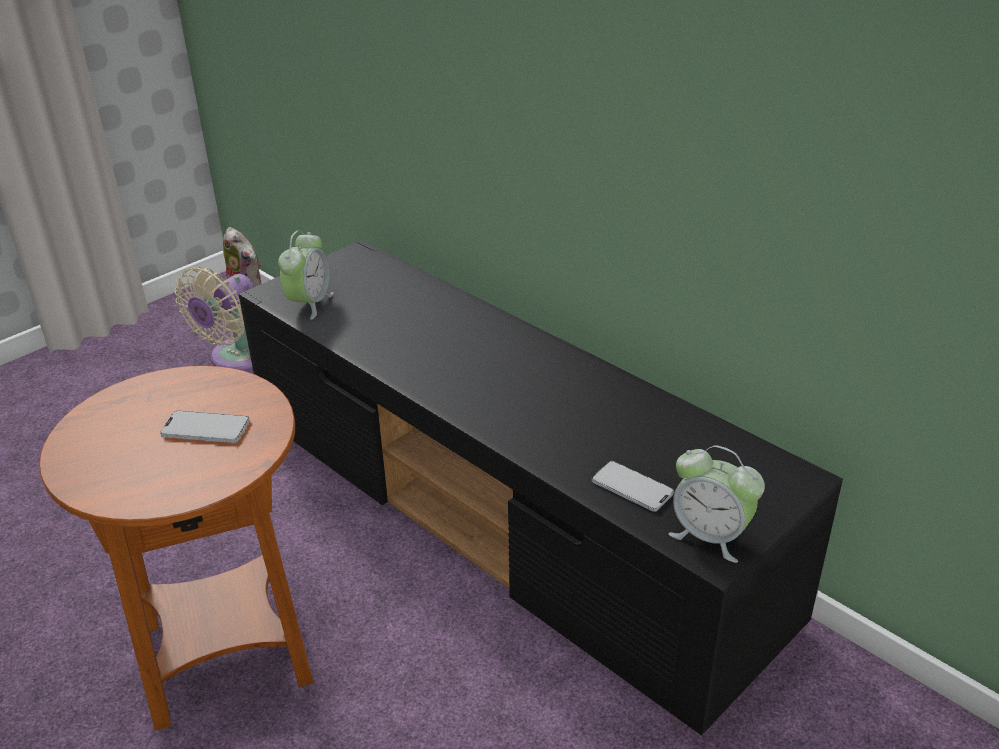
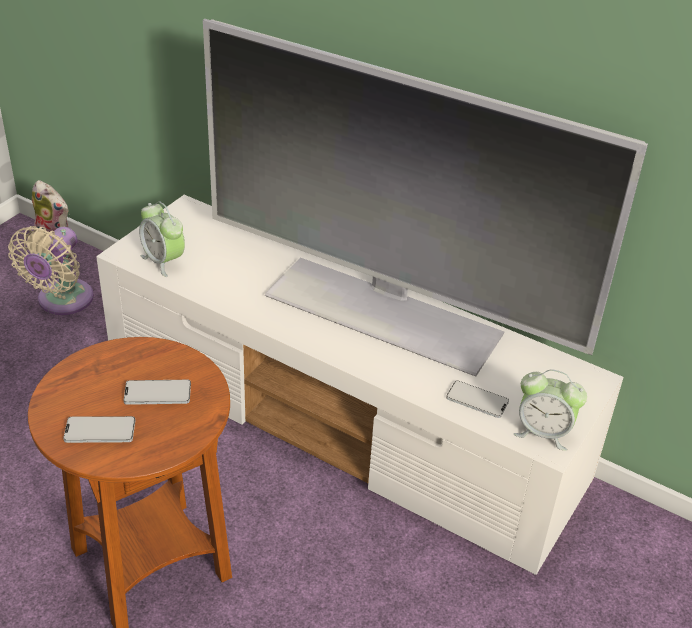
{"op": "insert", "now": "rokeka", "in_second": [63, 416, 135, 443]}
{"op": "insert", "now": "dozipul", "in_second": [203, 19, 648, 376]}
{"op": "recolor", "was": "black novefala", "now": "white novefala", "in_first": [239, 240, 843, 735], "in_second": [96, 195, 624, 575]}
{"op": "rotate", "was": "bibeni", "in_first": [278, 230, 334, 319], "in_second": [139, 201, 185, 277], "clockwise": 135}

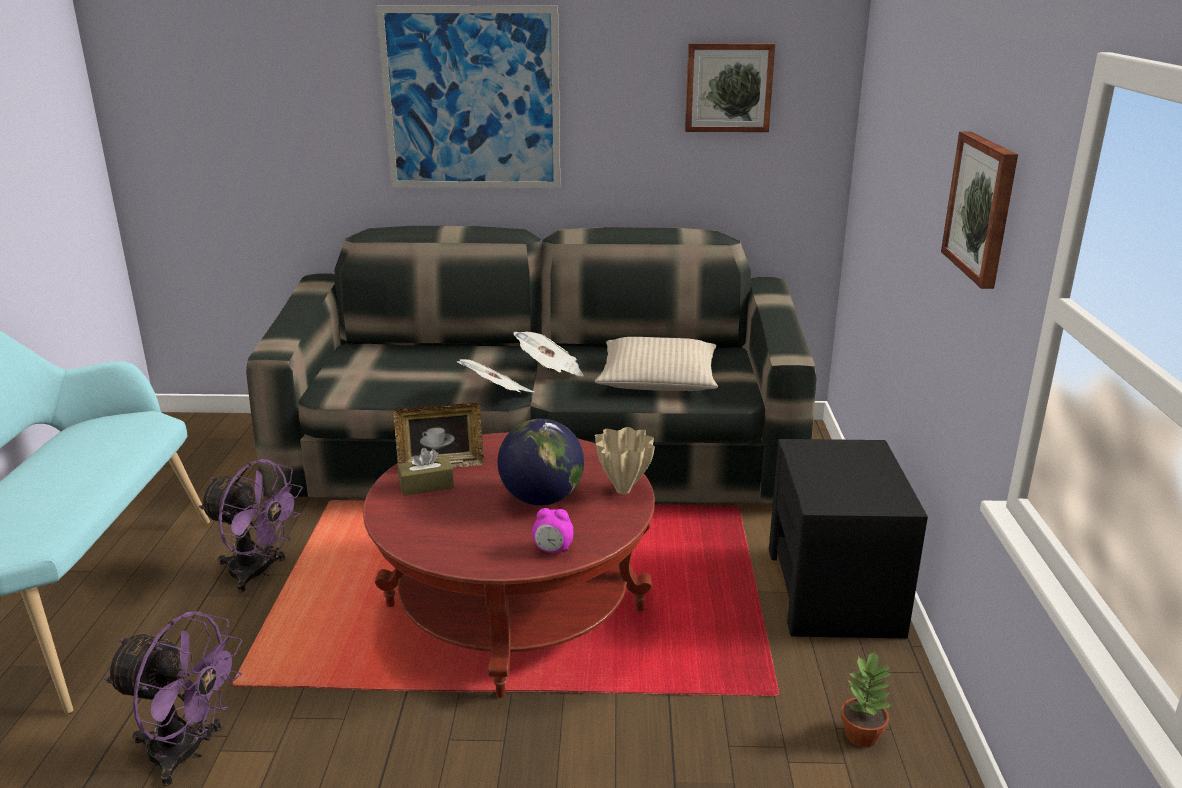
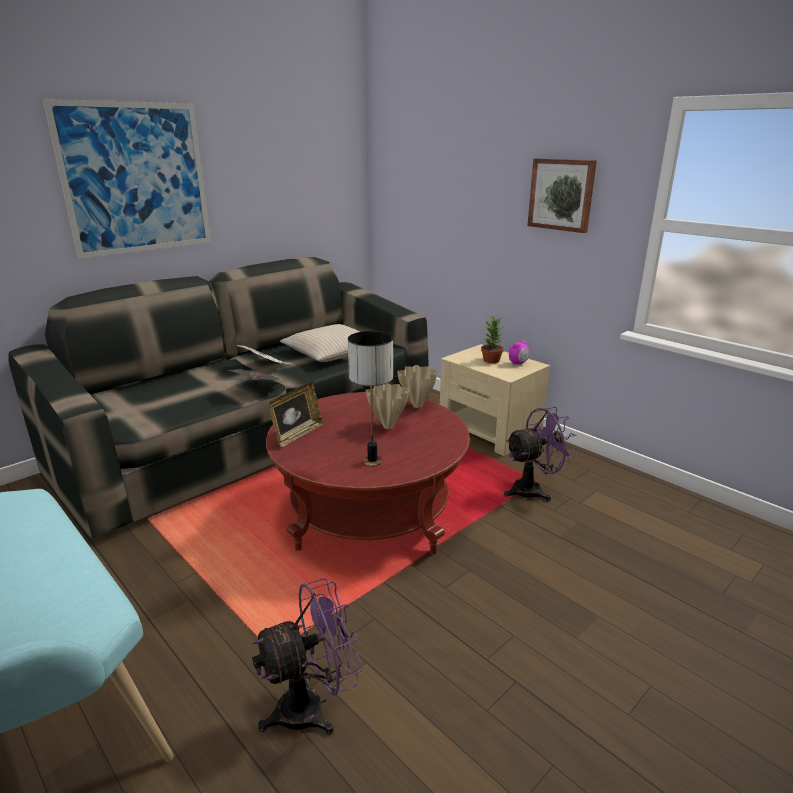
{"op": "delete", "was": "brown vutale", "in_first": [398, 448, 454, 496]}
{"op": "delete", "was": "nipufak", "in_first": [685, 43, 775, 132]}
{"op": "insert", "now": "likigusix", "in_second": [348, 331, 393, 467]}
{"op": "move", "was": "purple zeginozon", "in_first": [199, 459, 303, 592], "in_second": [504, 407, 577, 502]}
{"op": "move", "was": "bibeni", "in_first": [532, 508, 573, 553], "in_second": [509, 341, 529, 365]}
{"op": "move", "was": "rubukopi", "in_first": [841, 651, 893, 747], "in_second": [481, 316, 504, 363]}
{"op": "replace", "was": "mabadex", "now": "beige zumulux", "in_first": [498, 419, 584, 505], "in_second": [366, 383, 409, 429]}
{"op": "recolor", "was": "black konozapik", "now": "beige konozapik", "in_first": [769, 439, 928, 638], "in_second": [440, 344, 550, 456]}

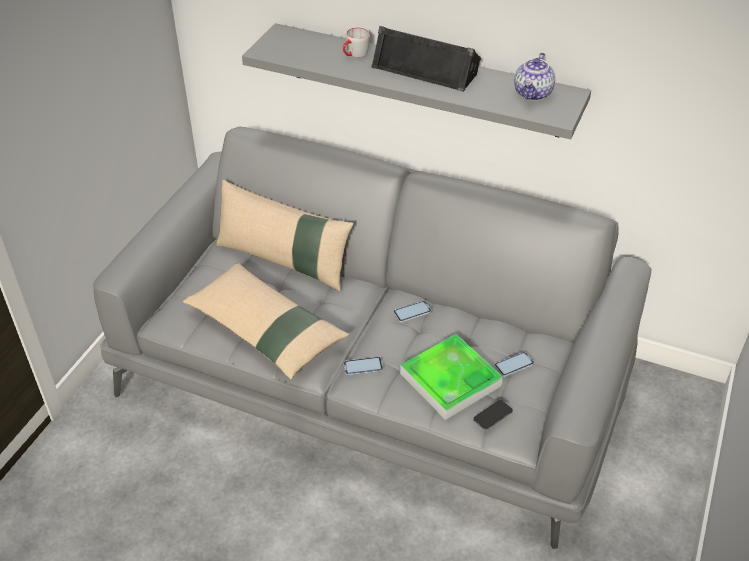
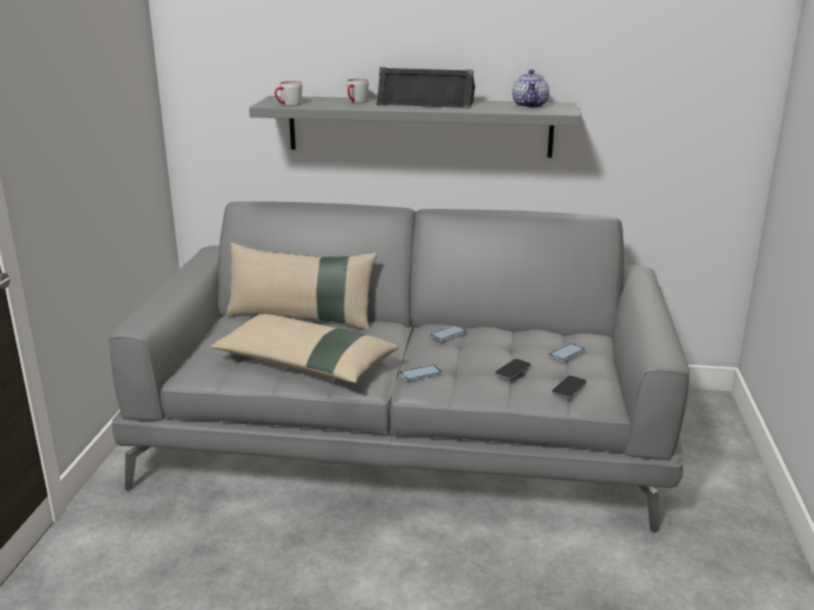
{"op": "insert", "now": "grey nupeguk", "in_second": [274, 81, 302, 105]}
{"op": "replace", "was": "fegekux", "now": "rokeka", "in_first": [400, 334, 503, 420], "in_second": [495, 359, 531, 379]}

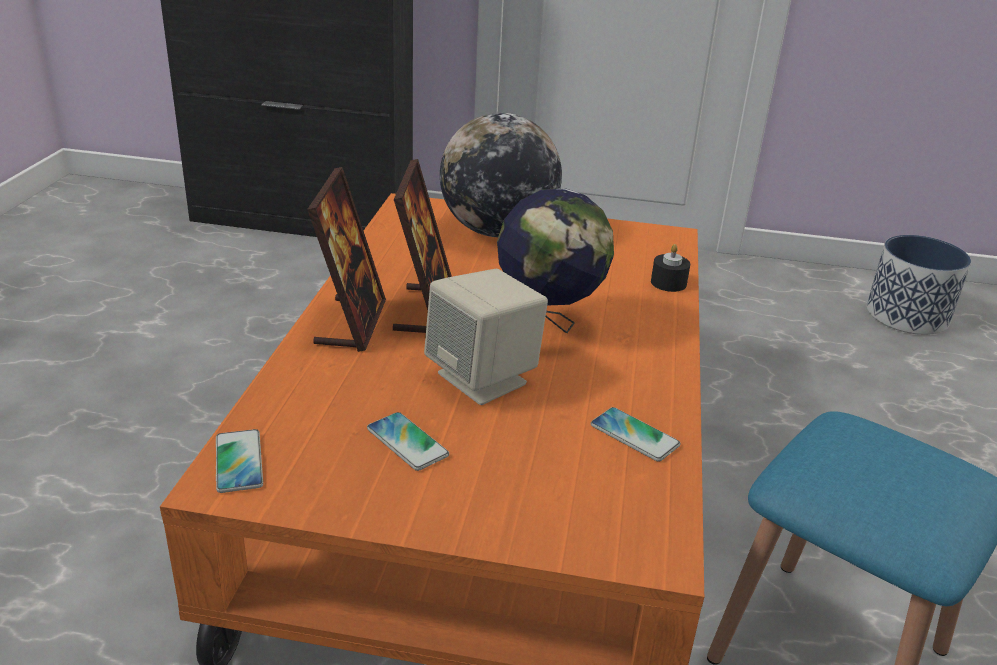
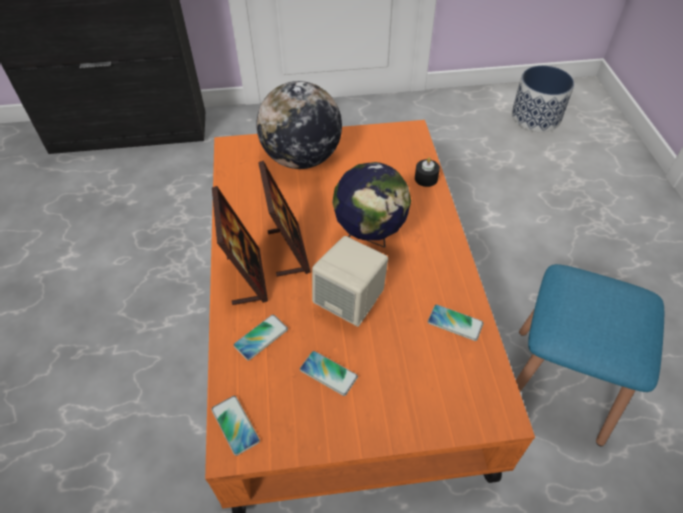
{"op": "insert", "now": "rokeka", "in_second": [233, 315, 288, 361]}

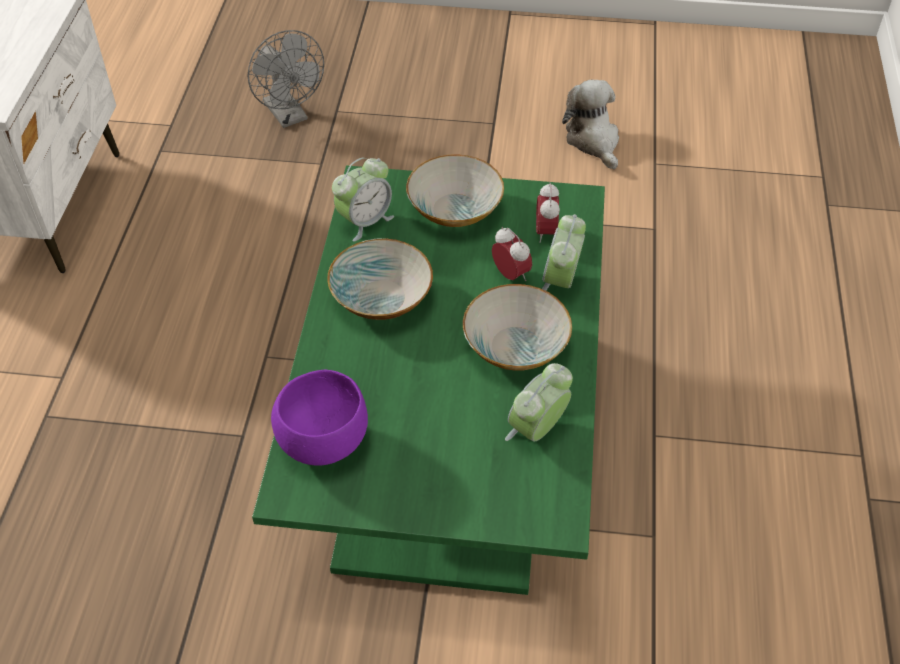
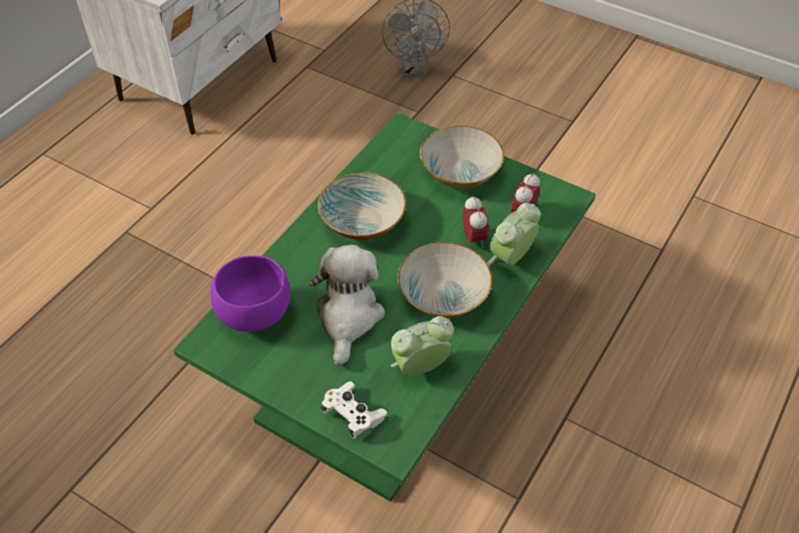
{"op": "delete", "was": "bibeni", "in_first": [332, 157, 394, 242]}
{"op": "insert", "now": "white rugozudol", "in_second": [321, 381, 388, 439]}
{"op": "move", "was": "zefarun", "in_first": [562, 80, 619, 169], "in_second": [309, 244, 385, 366]}

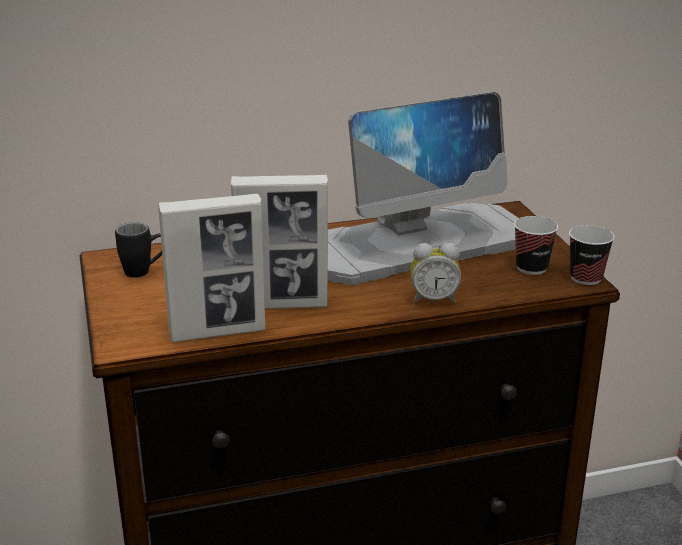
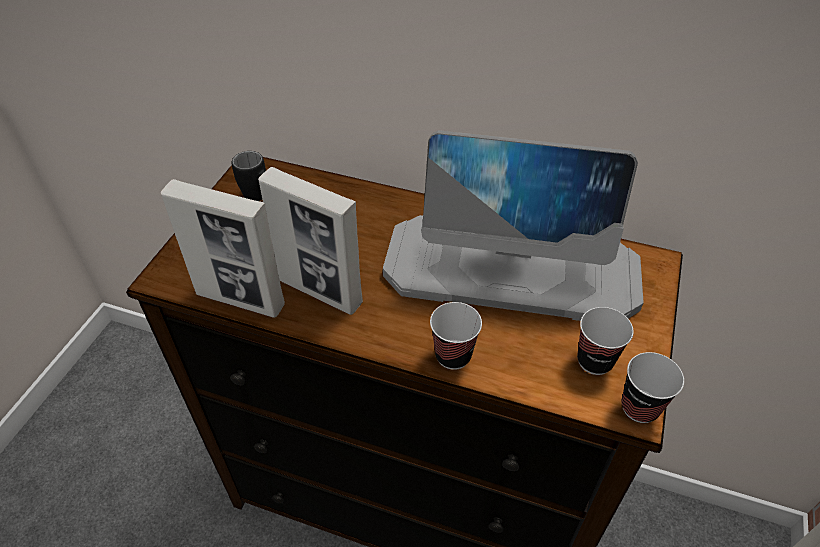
{"op": "replace", "was": "bibeni", "now": "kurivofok", "in_first": [410, 243, 461, 304], "in_second": [430, 302, 482, 370]}

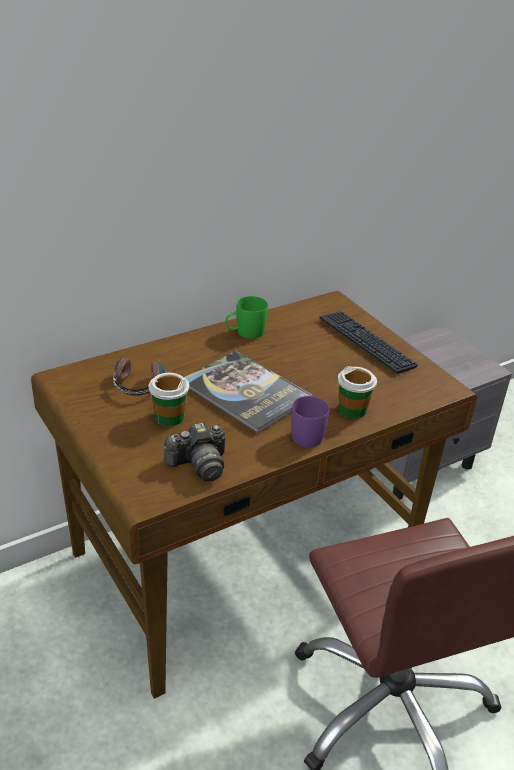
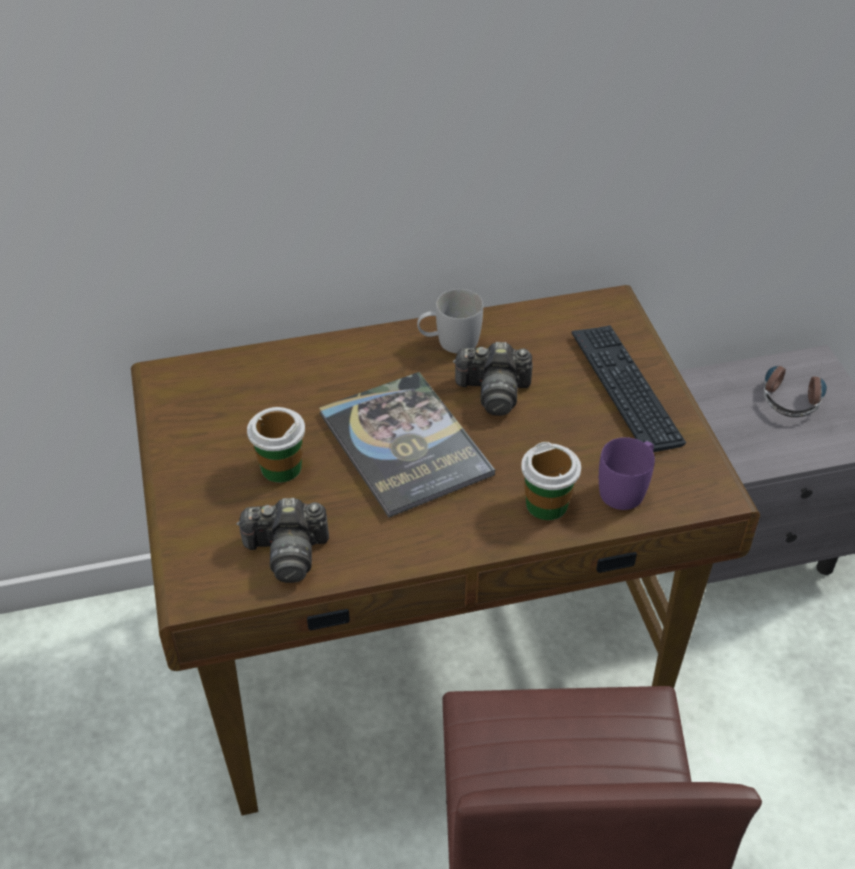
{"op": "insert", "now": "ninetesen", "in_second": [453, 342, 532, 416]}
{"op": "move", "was": "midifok", "in_first": [113, 358, 165, 396], "in_second": [763, 364, 827, 417]}
{"op": "move", "was": "purple nupeguk", "in_first": [291, 396, 329, 447], "in_second": [599, 437, 655, 510]}
{"op": "recolor", "was": "green nupeguk", "now": "white nupeguk", "in_first": [225, 296, 268, 339], "in_second": [417, 289, 483, 353]}

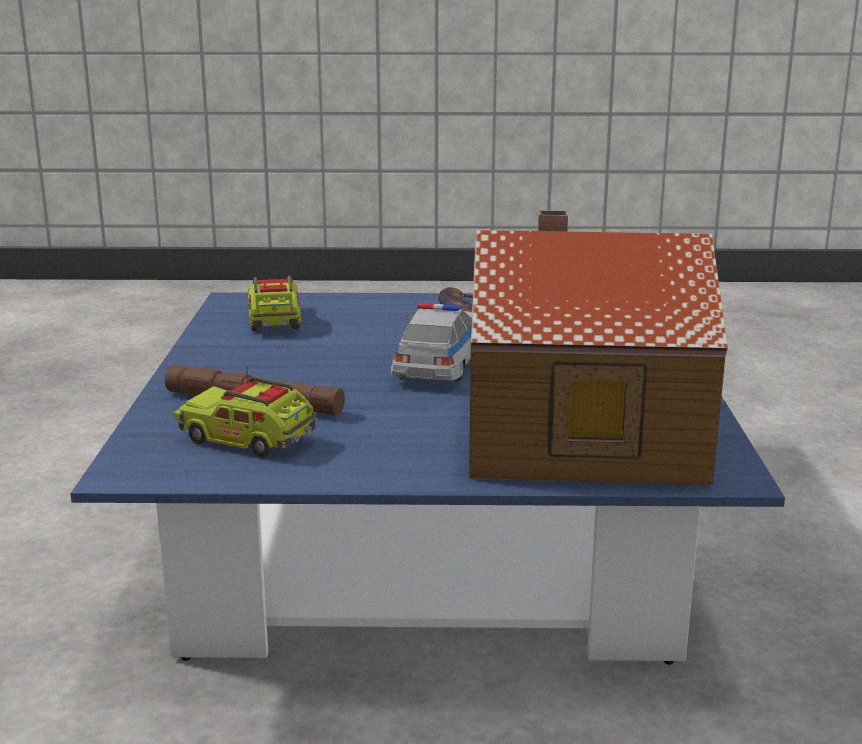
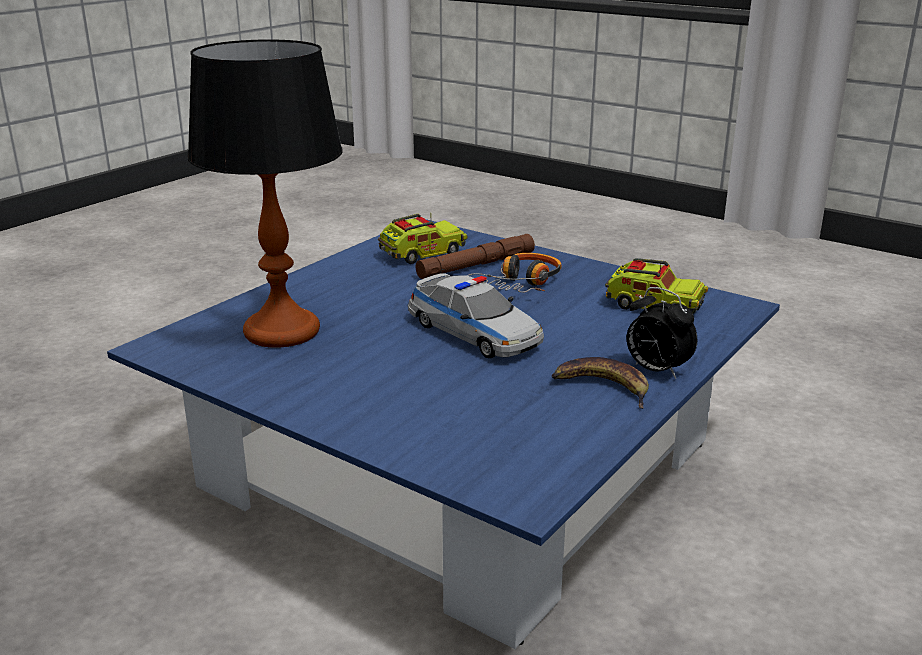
{"op": "insert", "now": "midifok", "in_second": [467, 253, 562, 293]}
{"op": "insert", "now": "bibeni", "in_second": [627, 287, 697, 379]}
{"op": "replace", "was": "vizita", "now": "likigusix", "in_first": [469, 210, 728, 486], "in_second": [187, 39, 343, 348]}

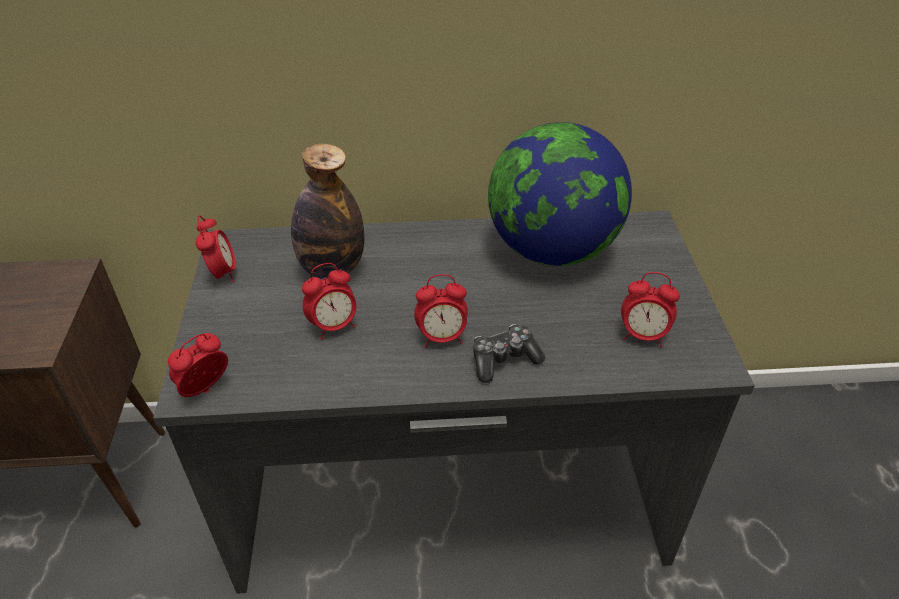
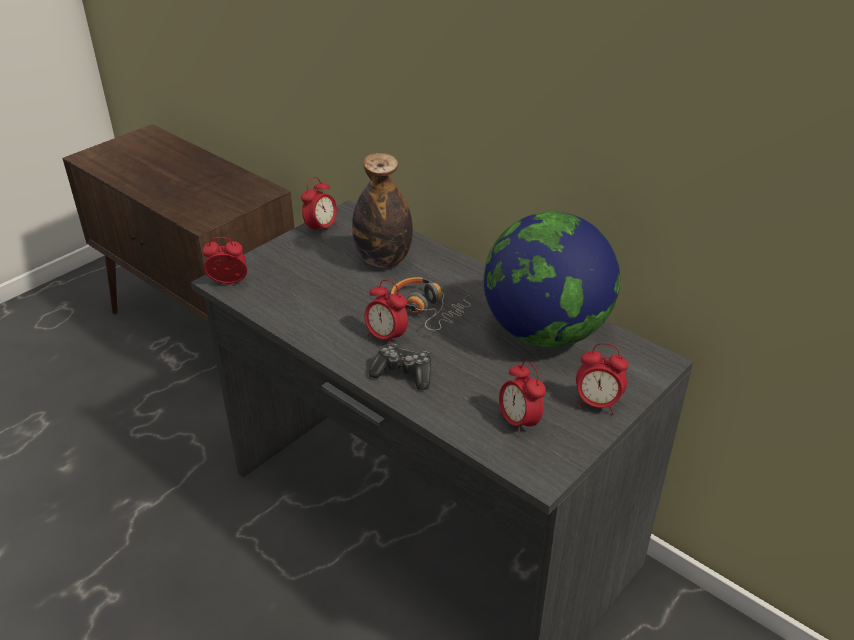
{"op": "insert", "now": "midifok", "in_second": [391, 277, 471, 331]}
{"op": "move", "was": "bibeni", "in_first": [302, 263, 356, 340], "in_second": [576, 343, 628, 414]}

